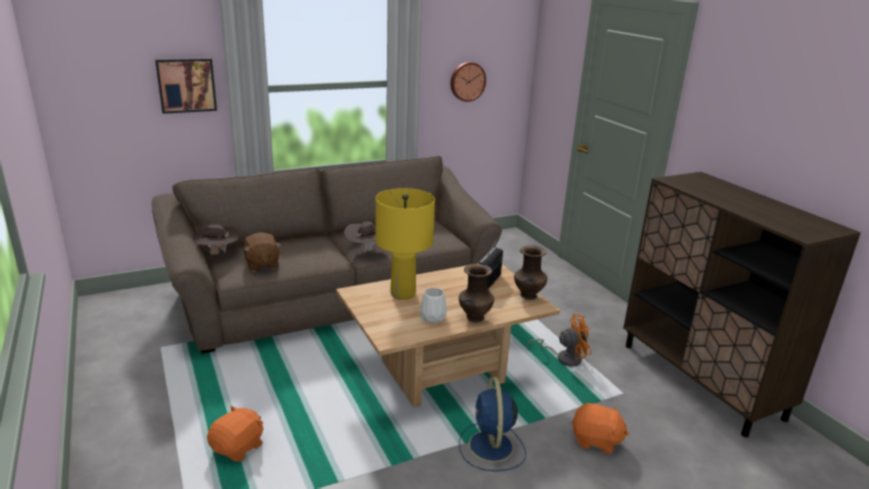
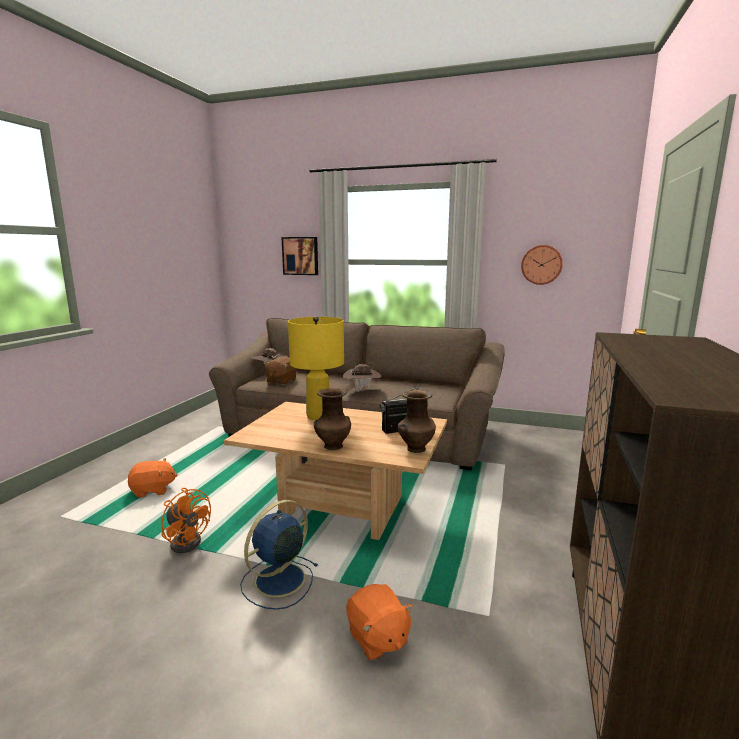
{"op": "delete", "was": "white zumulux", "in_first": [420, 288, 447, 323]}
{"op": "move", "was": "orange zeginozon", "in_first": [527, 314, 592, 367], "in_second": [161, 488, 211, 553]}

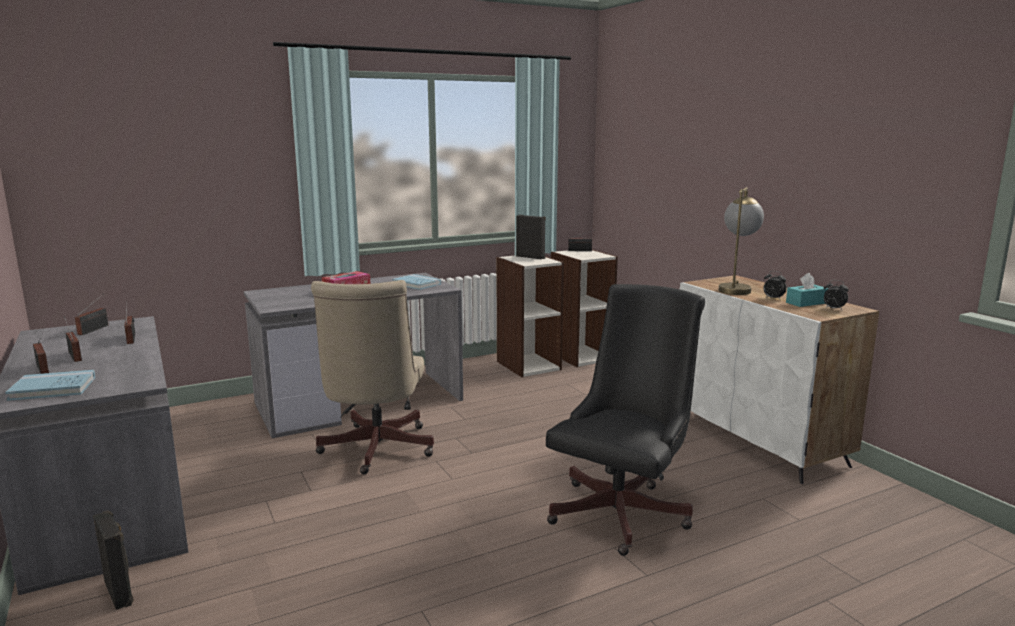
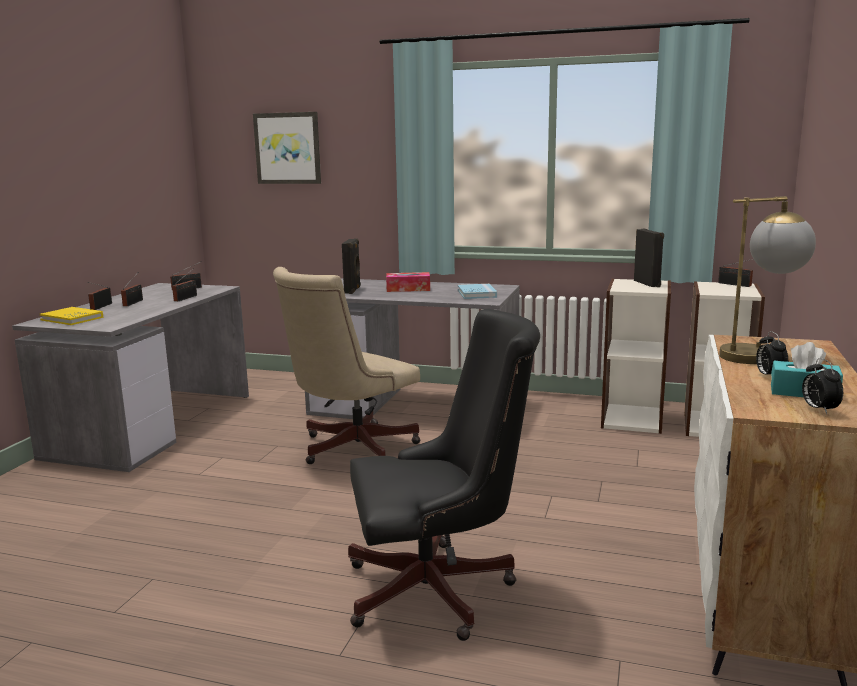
{"op": "insert", "now": "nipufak", "in_second": [253, 112, 321, 184]}
{"op": "move", "was": "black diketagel", "in_first": [93, 510, 134, 610], "in_second": [342, 238, 361, 294]}
{"op": "recolor", "was": "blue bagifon", "now": "yellow bagifon", "in_first": [5, 370, 96, 401], "in_second": [40, 307, 104, 325]}

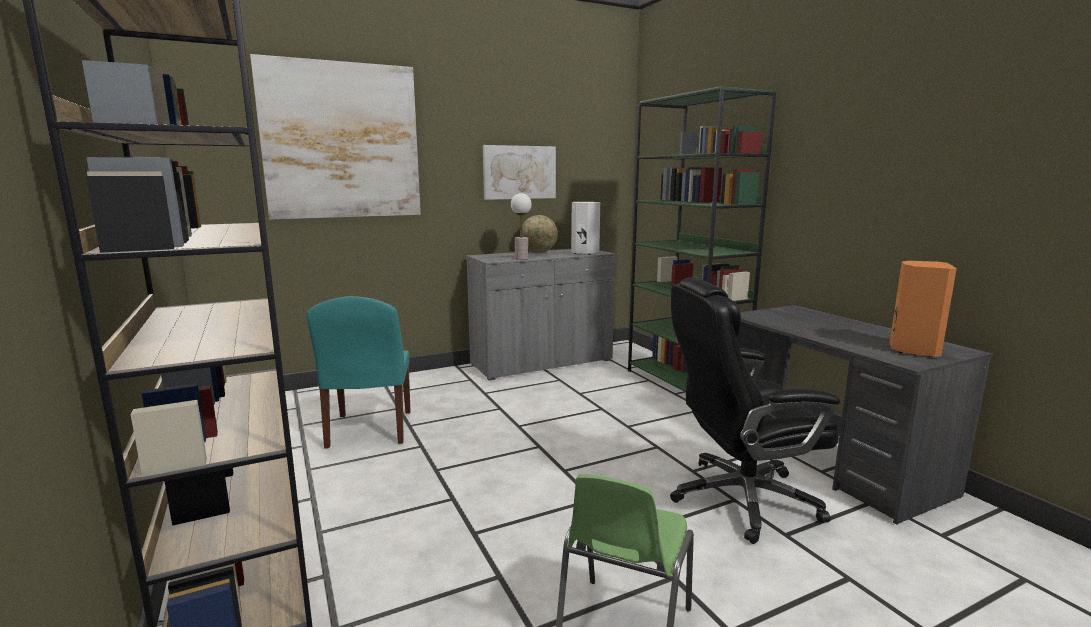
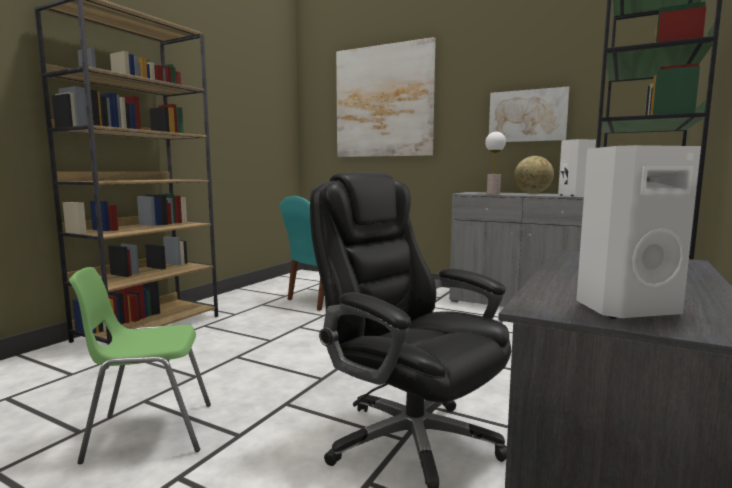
{"op": "recolor", "was": "orange diketagel", "now": "white diketagel", "in_first": [890, 261, 957, 357], "in_second": [576, 145, 701, 319]}

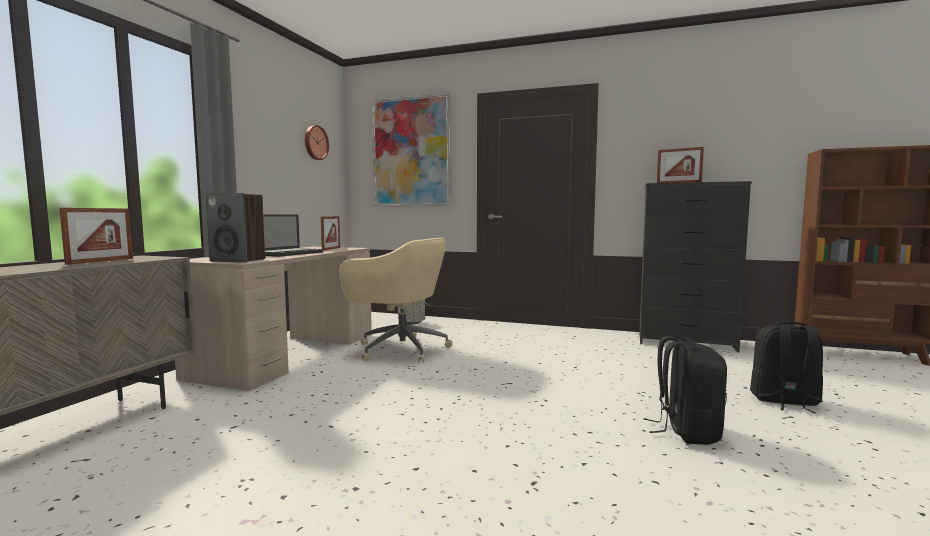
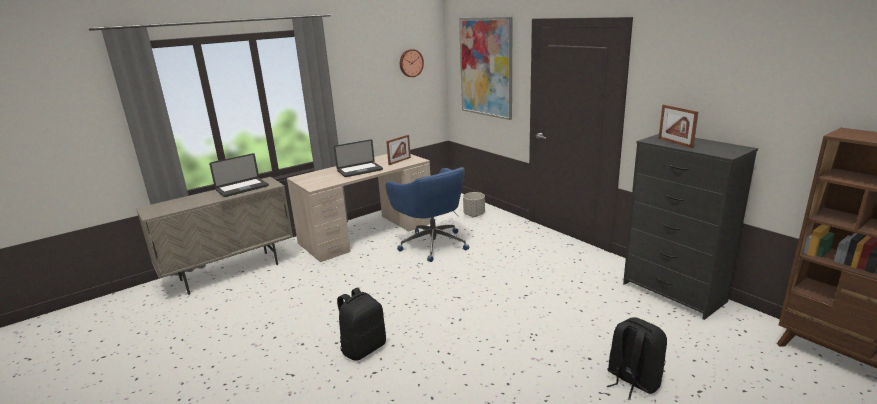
{"op": "delete", "was": "diketagel", "in_first": [206, 193, 265, 262]}
{"op": "move", "was": "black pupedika", "in_first": [644, 336, 727, 445], "in_second": [337, 287, 386, 361]}
{"op": "replace", "was": "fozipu", "now": "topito", "in_first": [59, 208, 133, 265], "in_second": [209, 153, 269, 197]}
{"op": "recolor", "was": "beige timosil", "now": "blue timosil", "in_first": [340, 238, 452, 363], "in_second": [386, 167, 469, 262]}

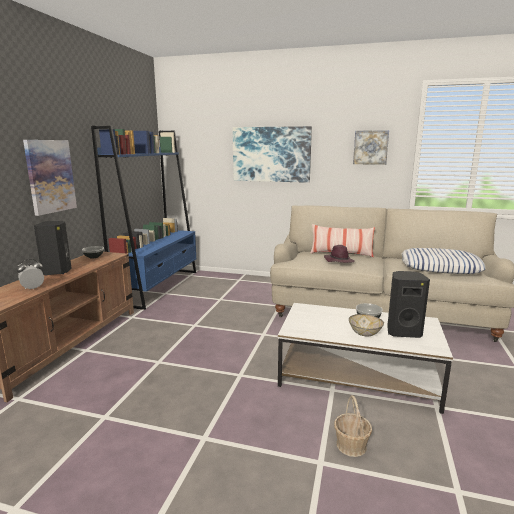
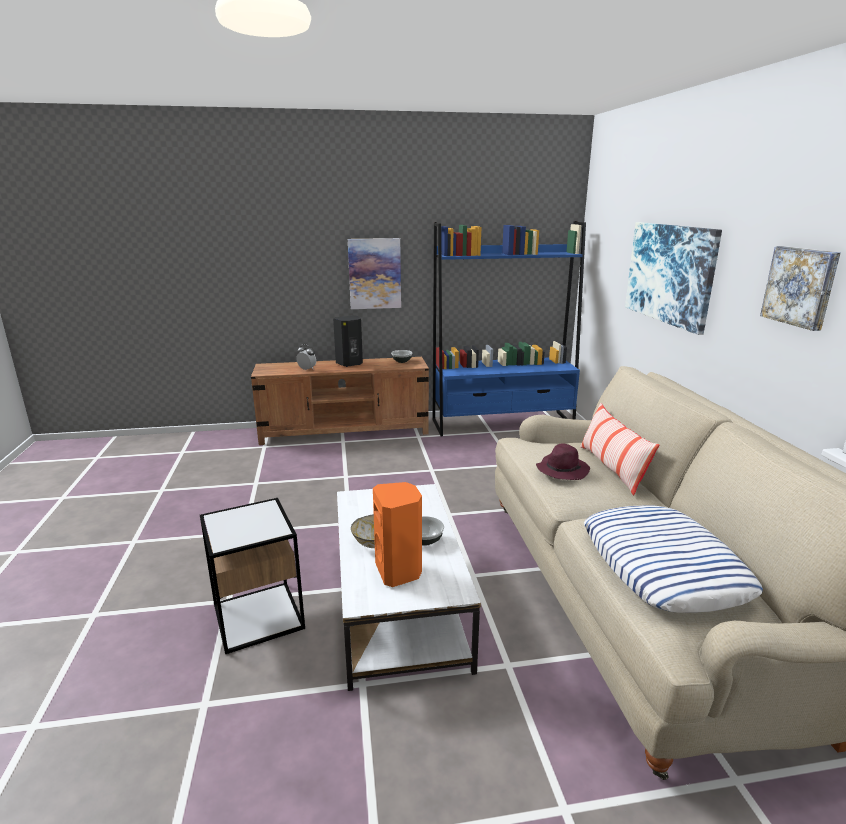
{"op": "replace", "was": "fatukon", "now": "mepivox", "in_first": [334, 395, 372, 457], "in_second": [200, 498, 305, 654]}
{"op": "recolor", "was": "black diketagel", "now": "orange diketagel", "in_first": [387, 271, 430, 338], "in_second": [373, 482, 422, 587]}

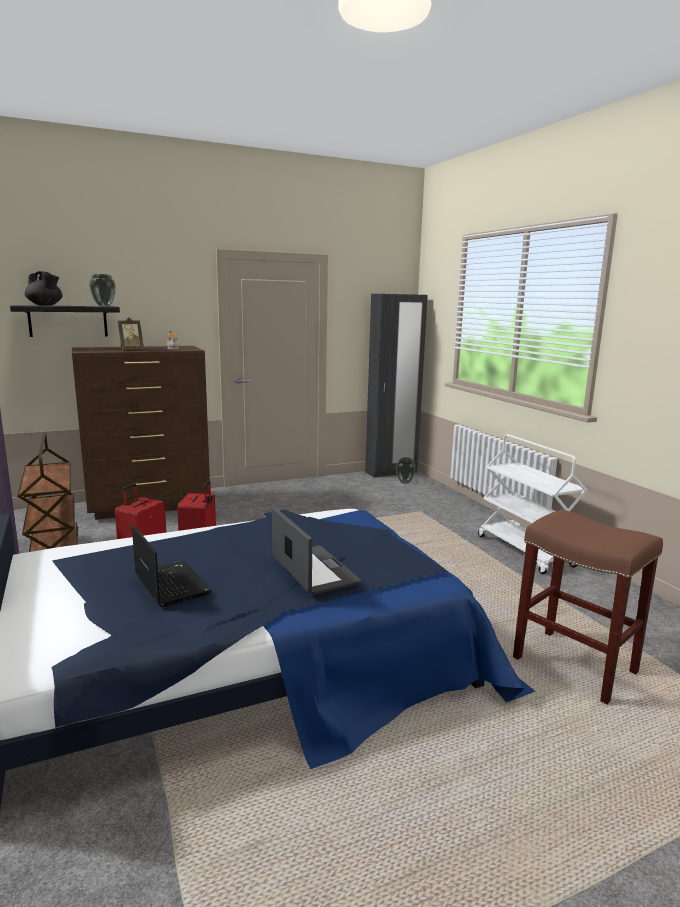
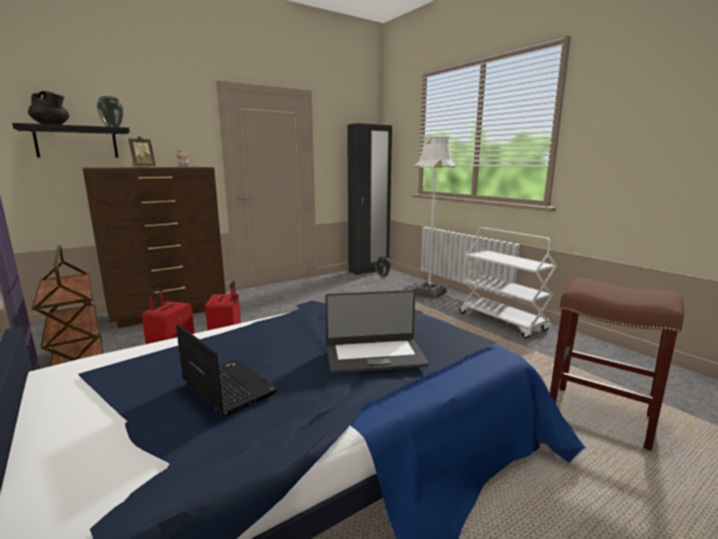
{"op": "insert", "now": "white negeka", "in_second": [412, 136, 456, 300]}
{"op": "rotate", "was": "topito", "in_first": [272, 507, 362, 595], "in_second": [325, 290, 429, 374], "clockwise": 120}

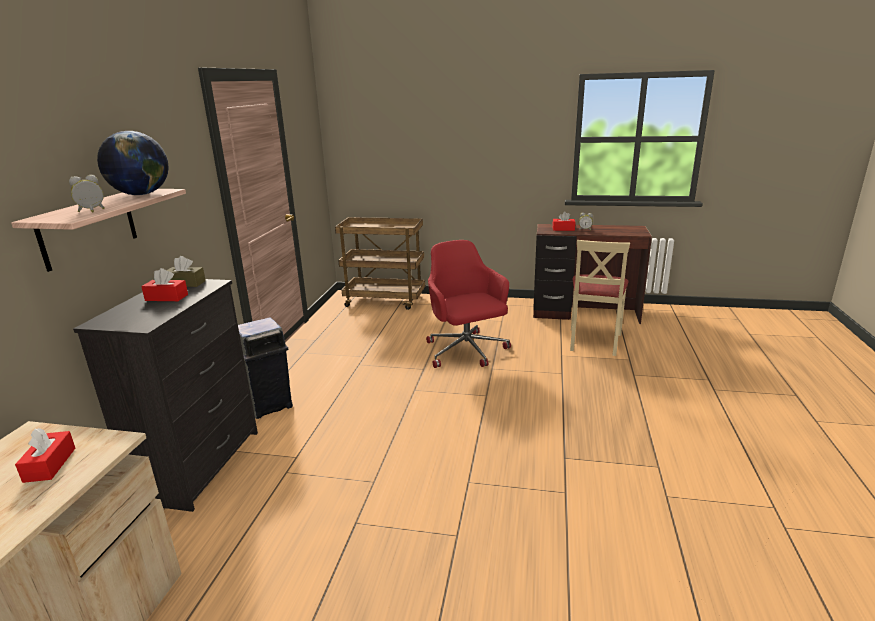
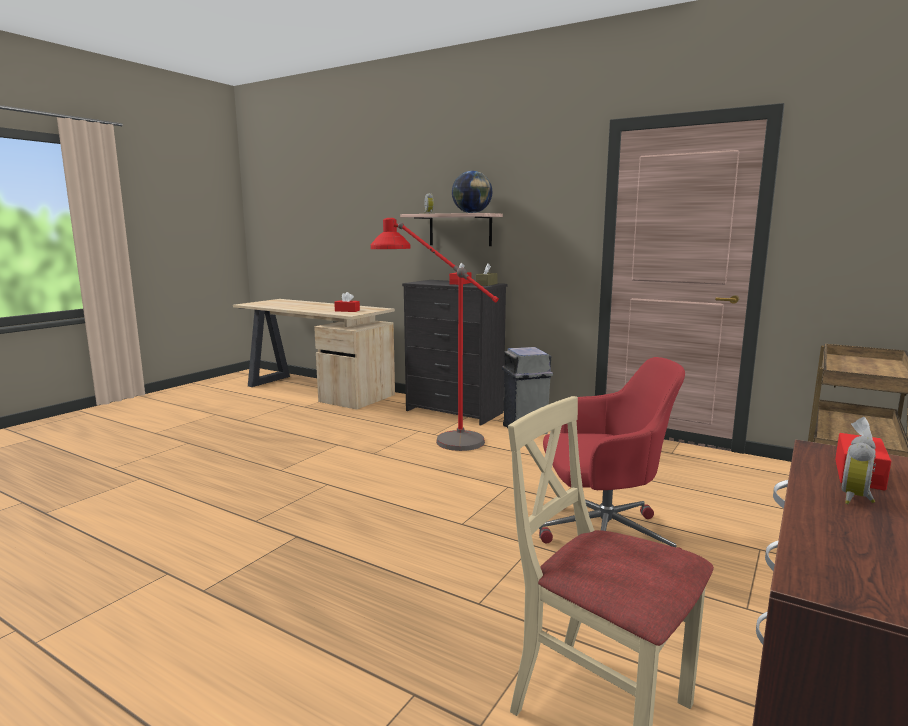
{"op": "insert", "now": "red negeka", "in_second": [370, 218, 499, 451]}

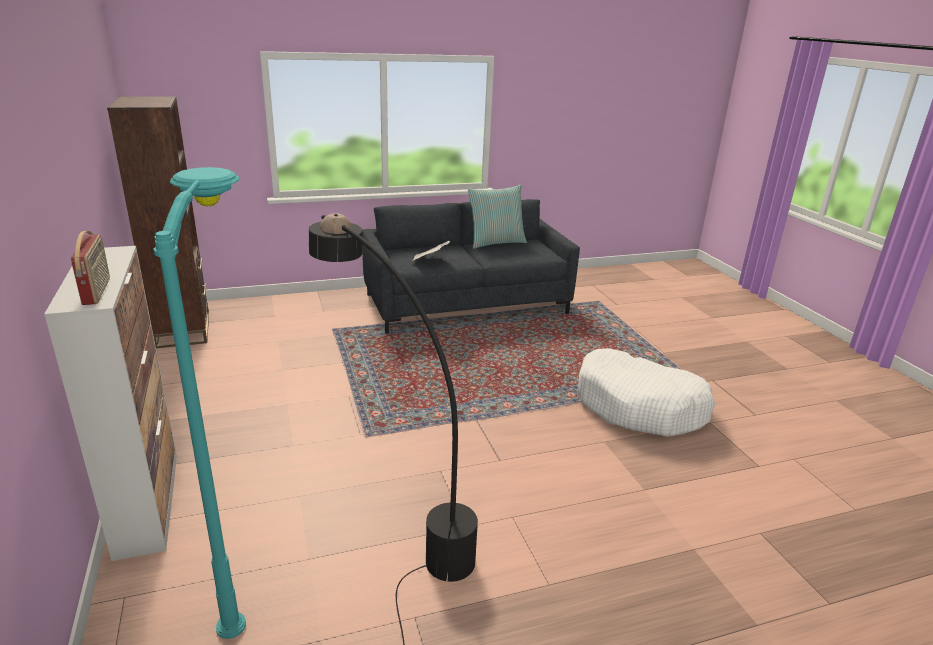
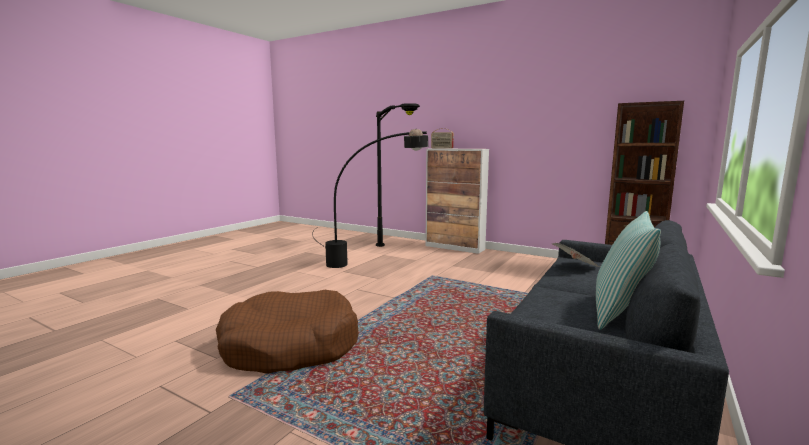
{"op": "recolor", "was": "turquoise negeka", "now": "black negeka", "in_first": [153, 167, 246, 639], "in_second": [376, 103, 420, 247]}
{"op": "recolor", "was": "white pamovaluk", "now": "brown pamovaluk", "in_first": [578, 348, 715, 437], "in_second": [216, 290, 359, 374]}

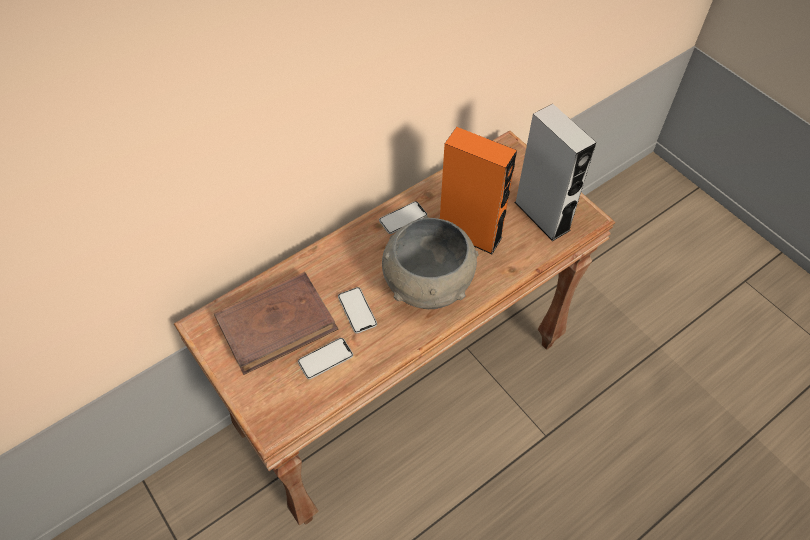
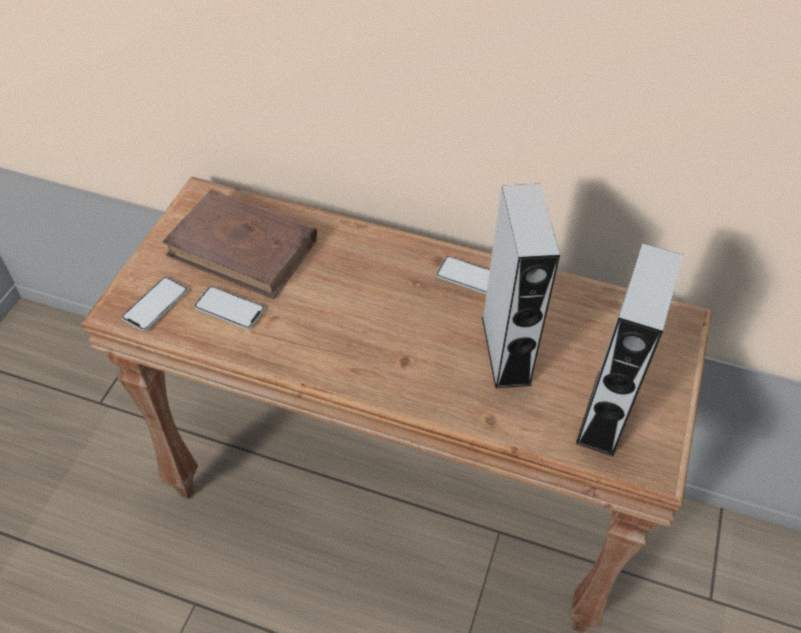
{"op": "delete", "was": "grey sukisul", "in_first": [382, 216, 478, 309]}
{"op": "move", "was": "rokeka", "in_first": [338, 287, 377, 333], "in_second": [122, 277, 188, 331]}
{"op": "recolor", "was": "orange diketagel", "now": "grey diketagel", "in_first": [440, 127, 517, 254], "in_second": [482, 184, 560, 388]}

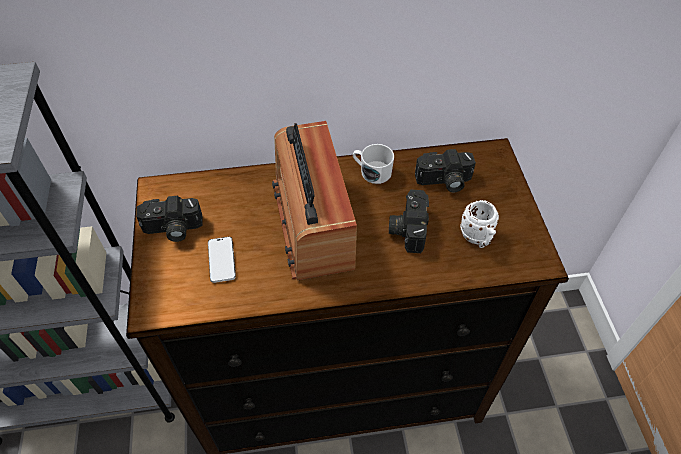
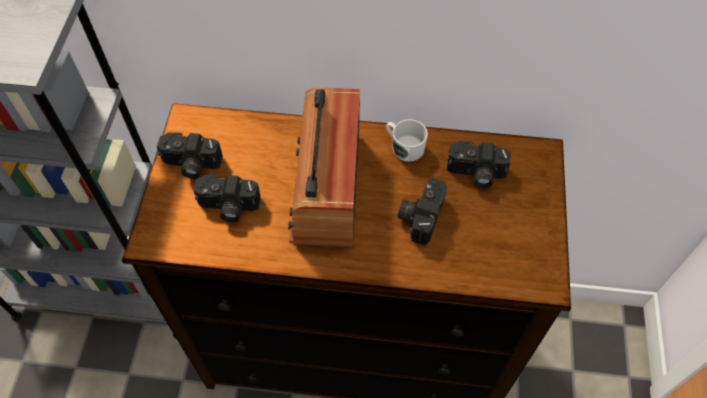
{"op": "delete", "was": "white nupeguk", "in_first": [460, 200, 499, 248]}
{"op": "replace", "was": "rokeka", "now": "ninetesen", "in_first": [208, 237, 236, 283], "in_second": [194, 175, 261, 223]}

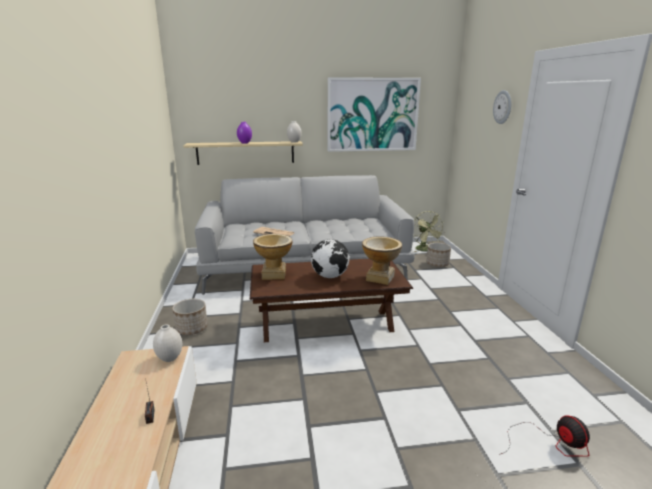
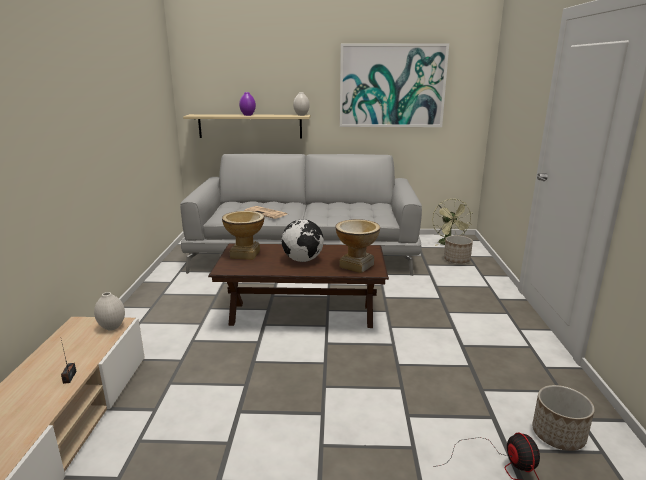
{"op": "delete", "was": "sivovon", "in_first": [493, 90, 511, 124]}
{"op": "move", "was": "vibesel", "in_first": [172, 299, 208, 335], "in_second": [532, 385, 595, 451]}

